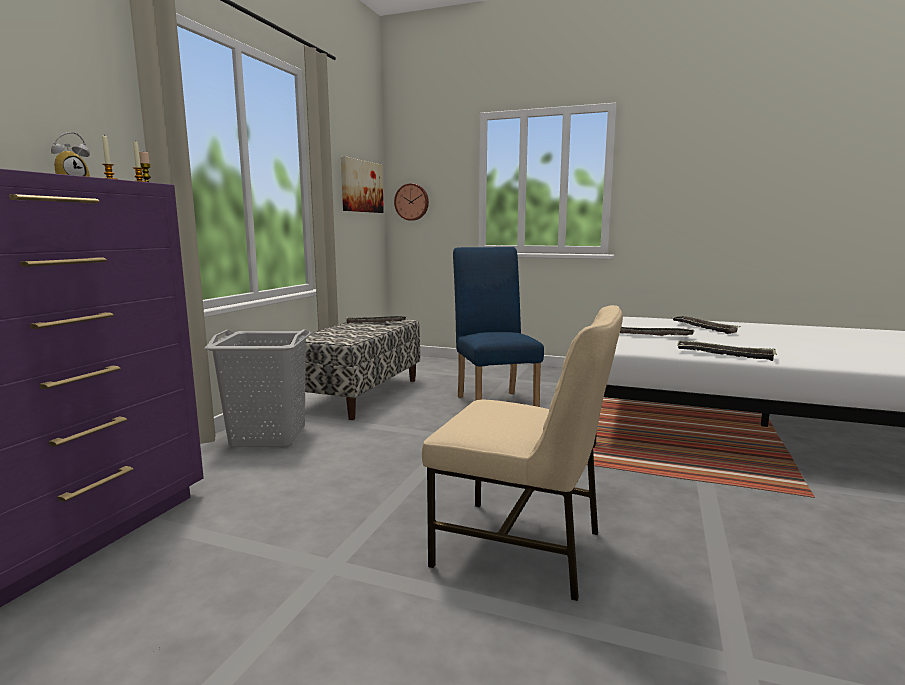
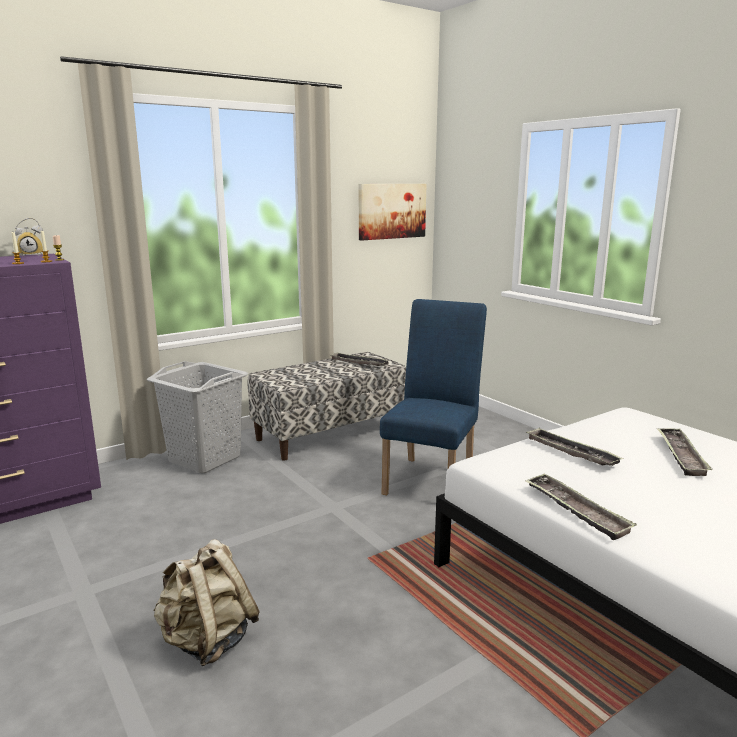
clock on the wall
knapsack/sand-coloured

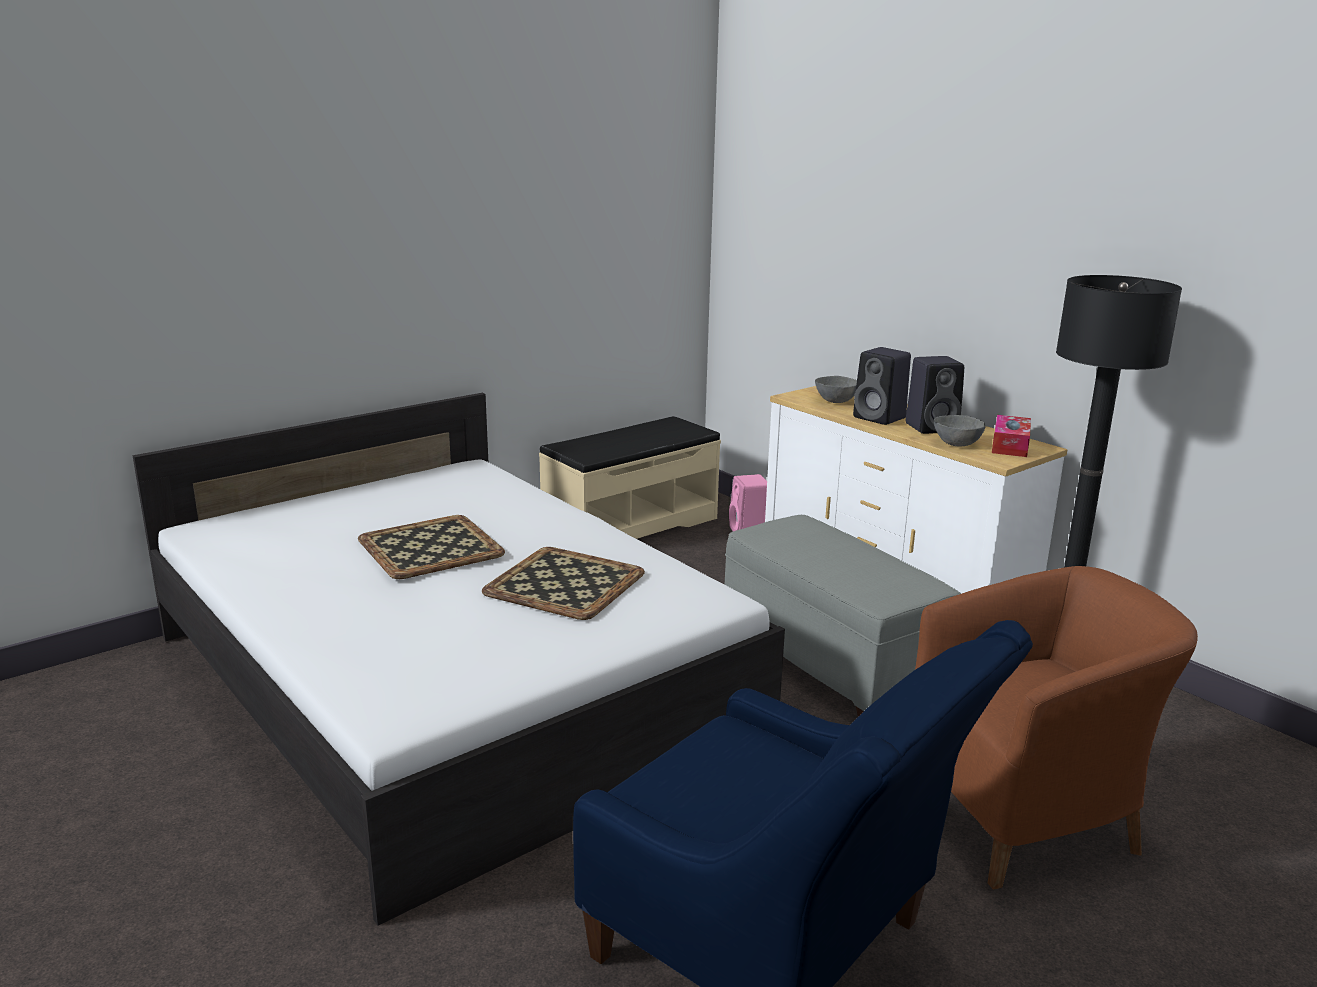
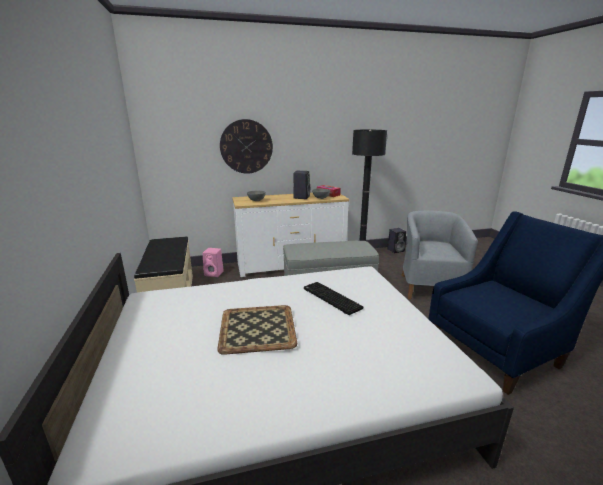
loudspeaker/black-coloured (2nd from left)
keyboard
lounge chair/greyish
clock on the wall

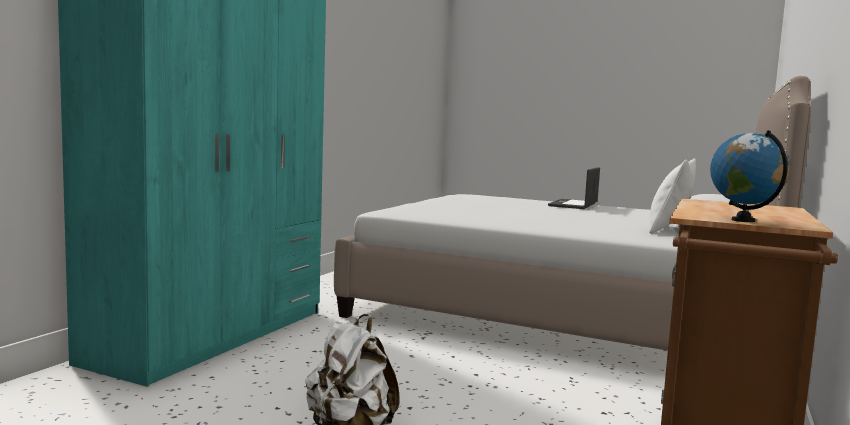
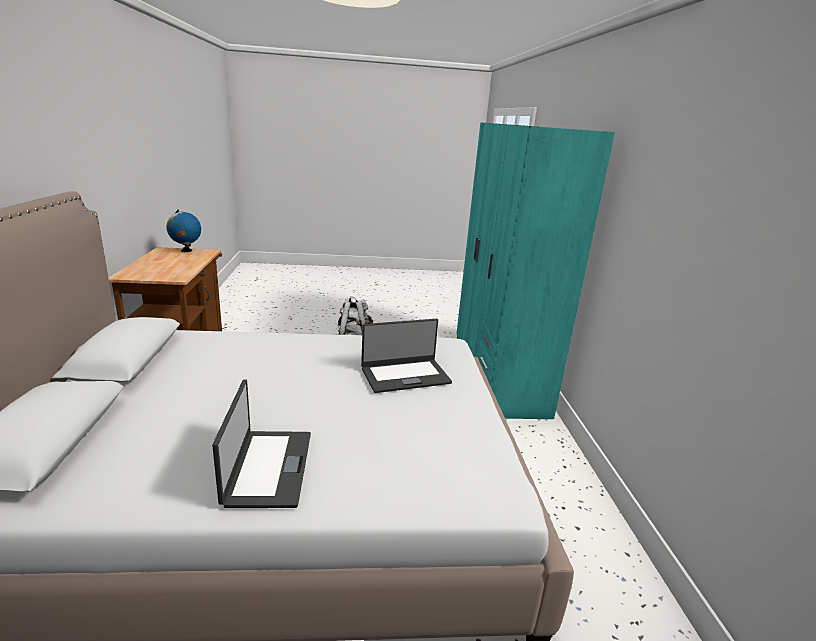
cushion/white
portable computer (2nd from left)

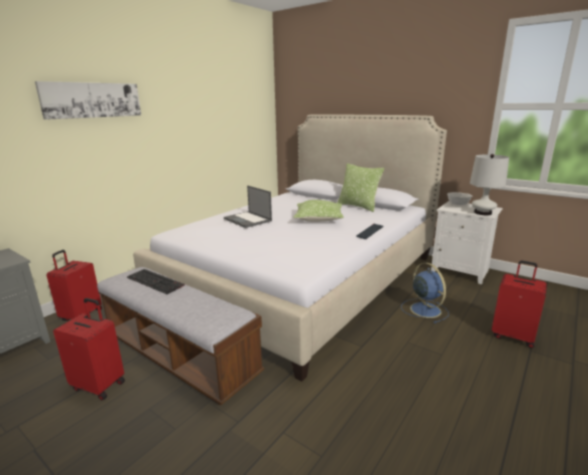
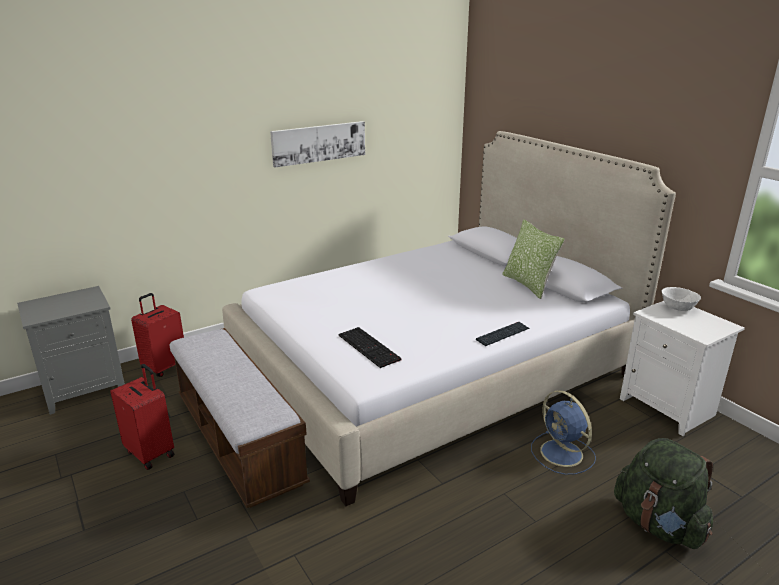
wall picture
lamp for a table/white
portable computer
cushion (1st from left in the first image)
knapsack/greenish
electric fan/blue
keyboard (1st from left)

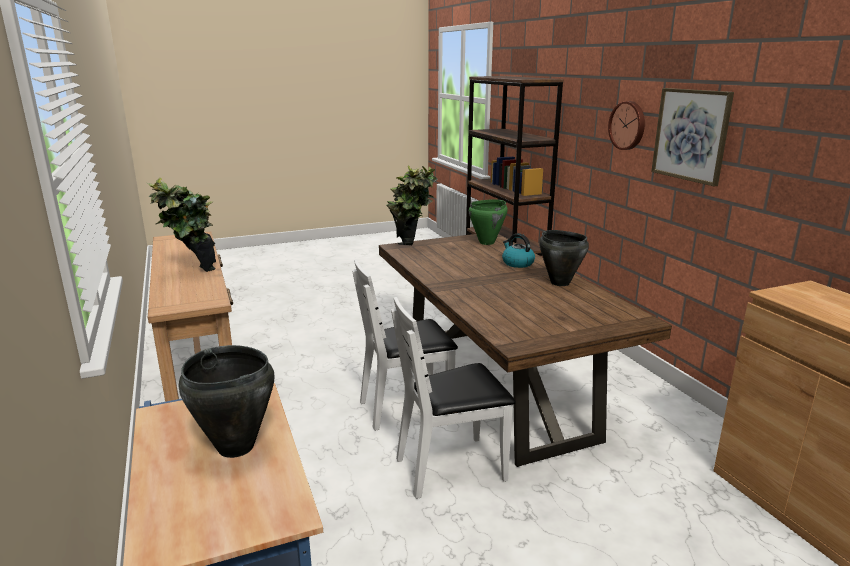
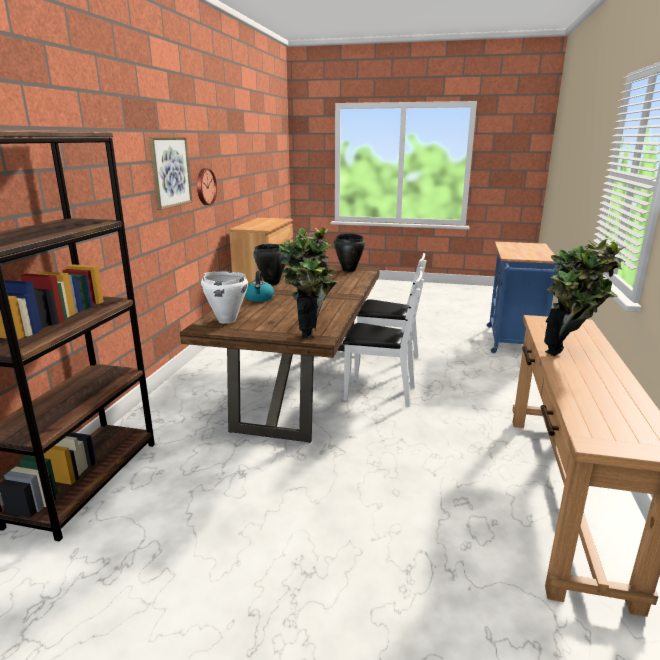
clock on the wall
saucepot/white
saucepot/black-coloured (2nd from left)

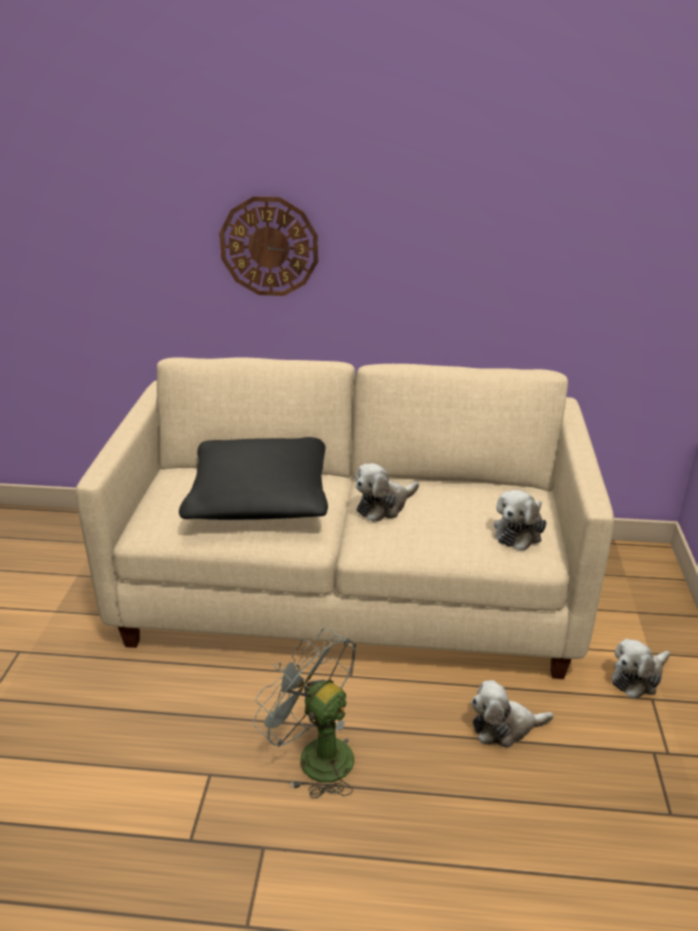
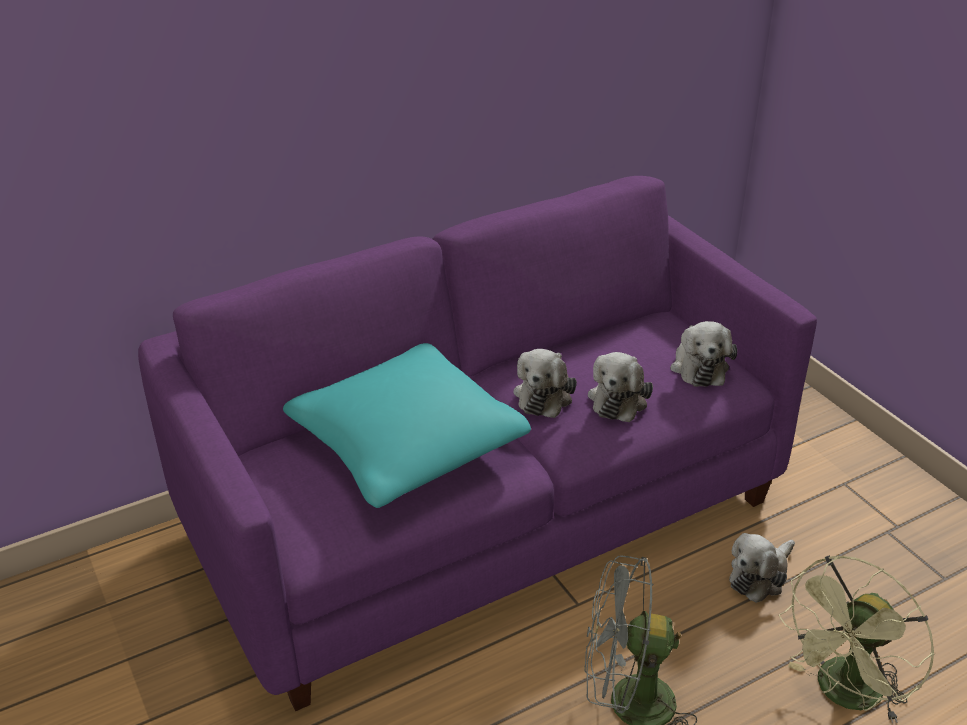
clock on the wall
couch/purple
cushion/turquoise-coloured
cuddly toy (2nd from left)
electric fan/greenish

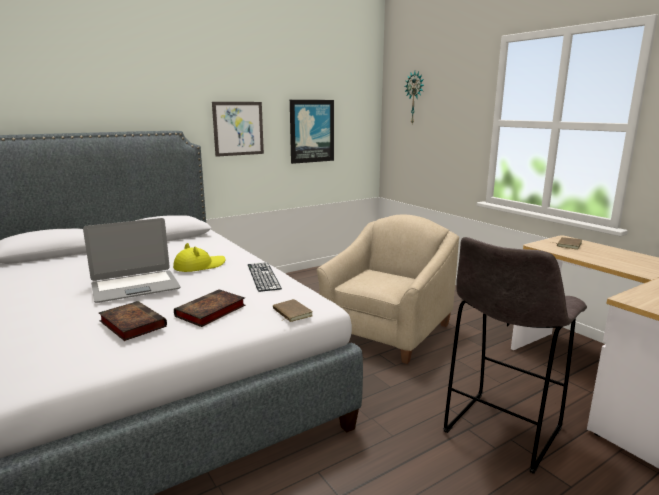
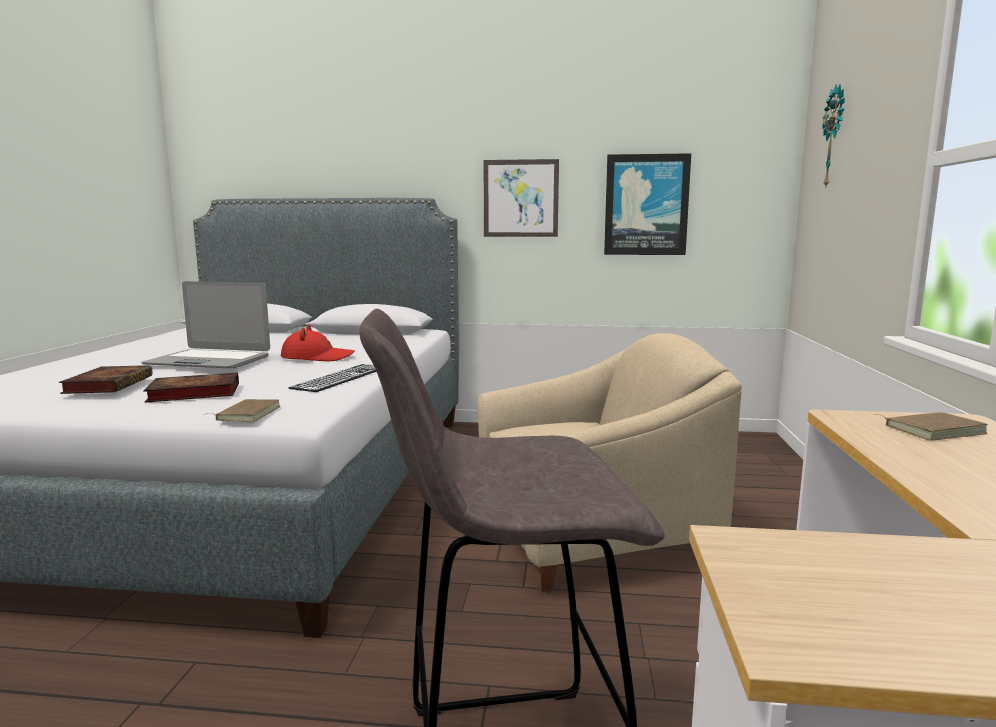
hat/reddish

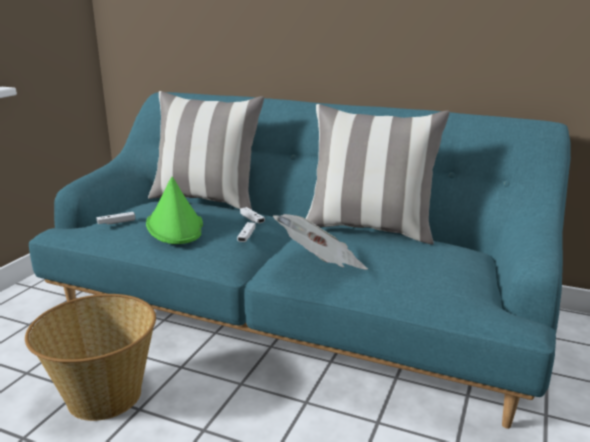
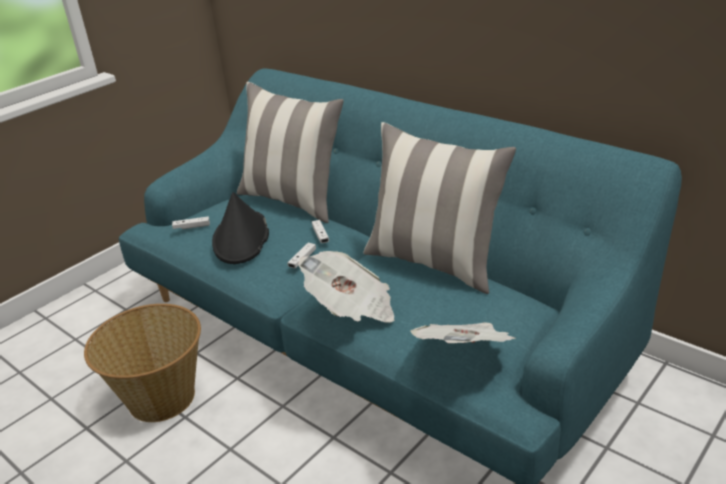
hat/black-coloured
daily paper (2nd from left)

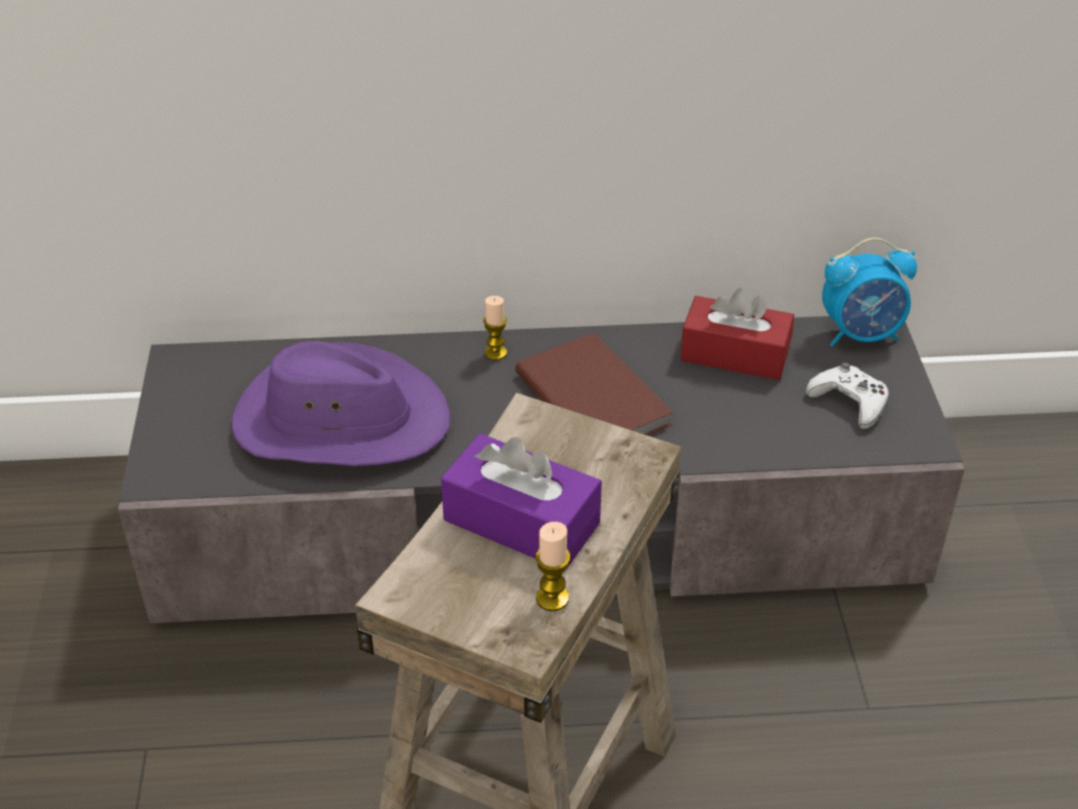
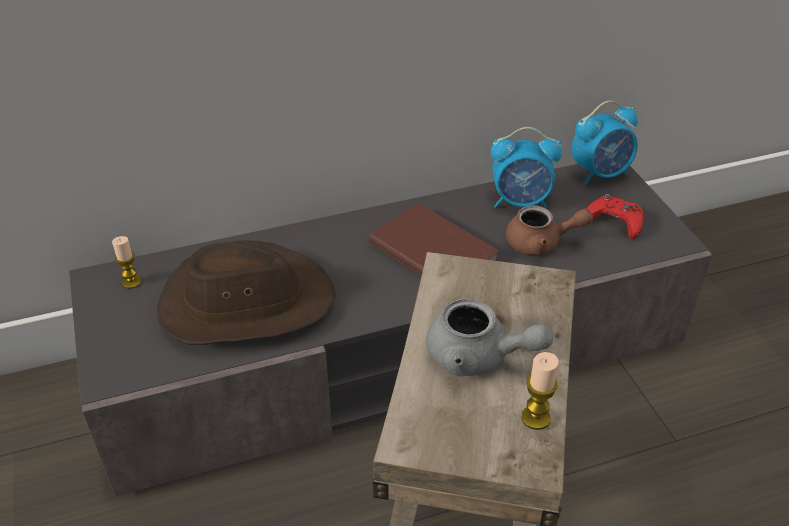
alarm clock (1st from left)
wax candle (1st from left)
hat/brown
gamepad/reddish
pot for tea/greyish
pot for tea/brown

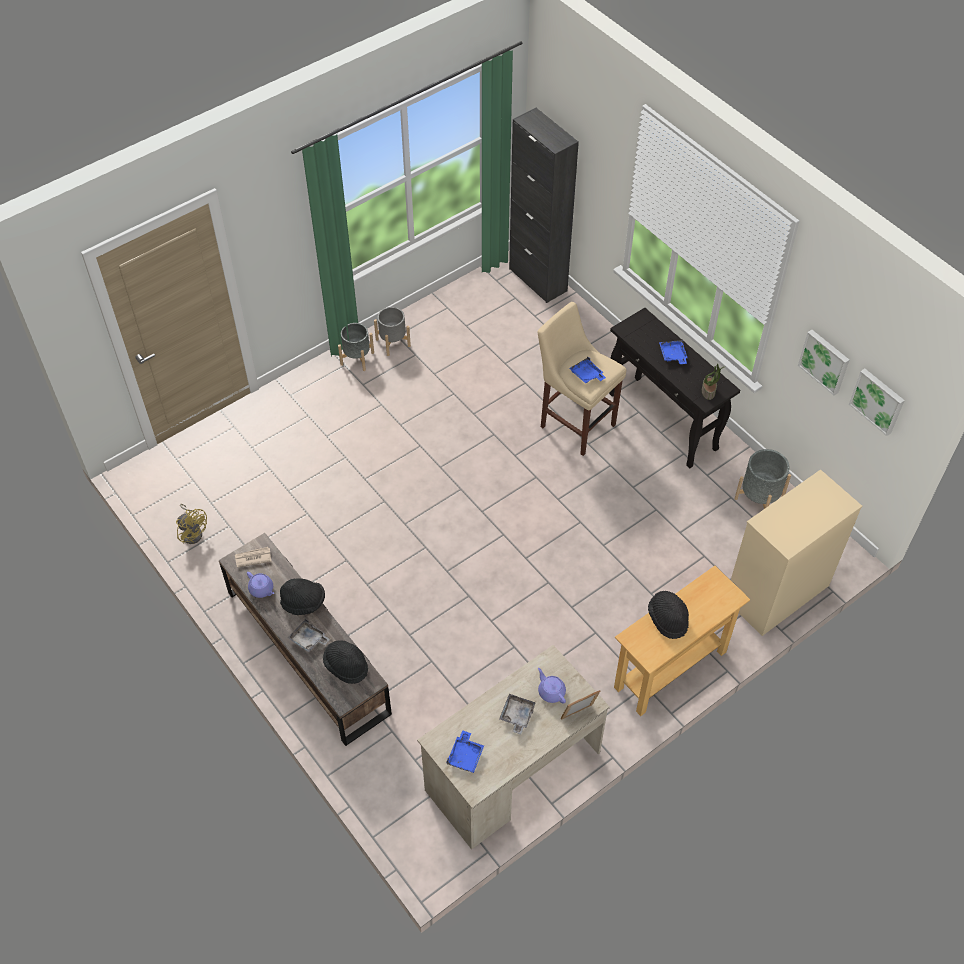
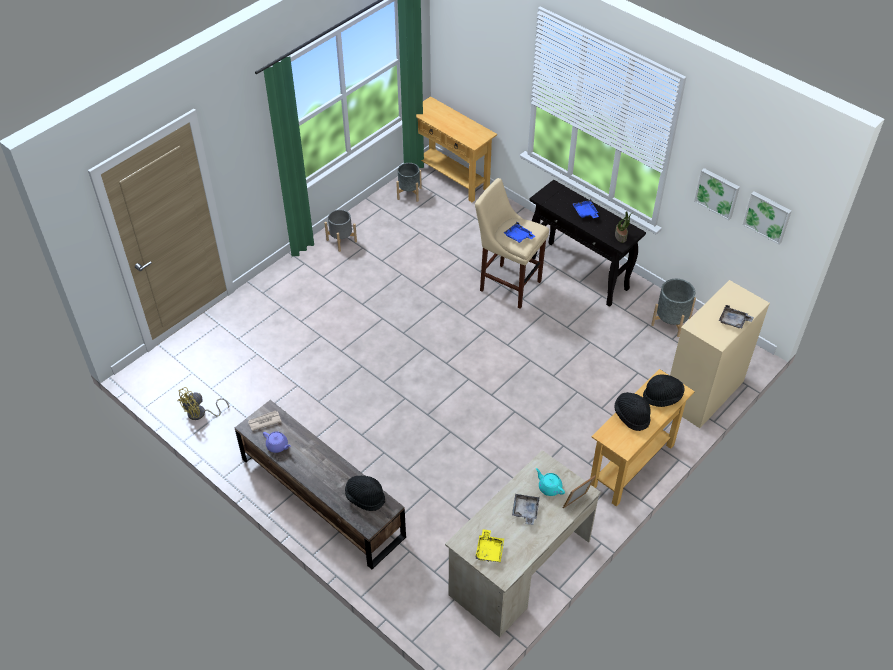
narrow table/sand-coloured (1st from left)
plant pot/greyish (2nd from left)
electric fan/yellow-coloured
hat/black-coloured (3rd from left)
tray/greyish (2nd from left)
pot for tea/turquoise-coloured
tray/yellow-coloured

